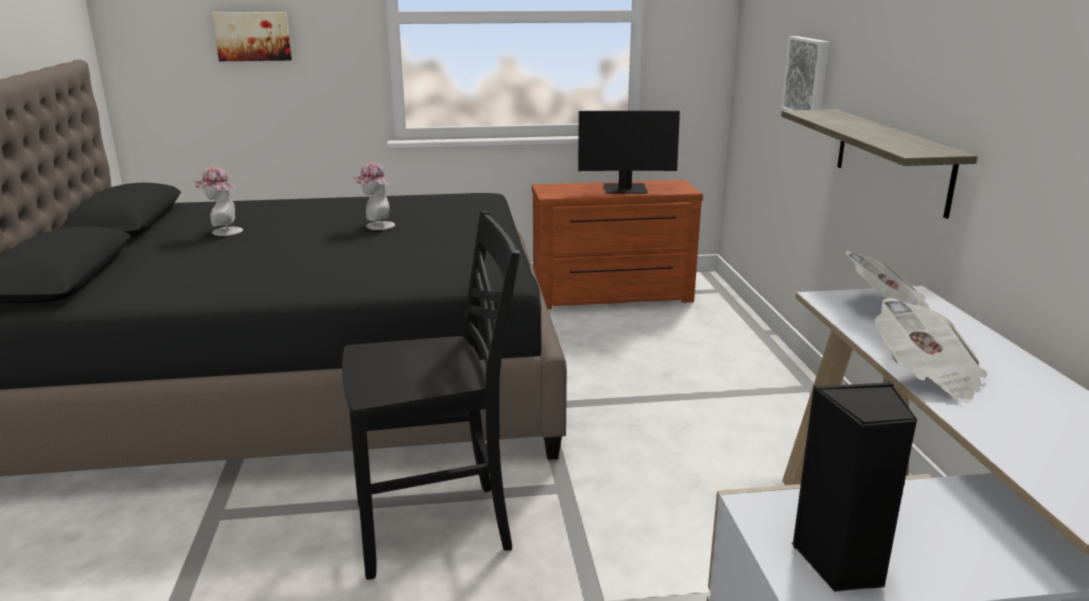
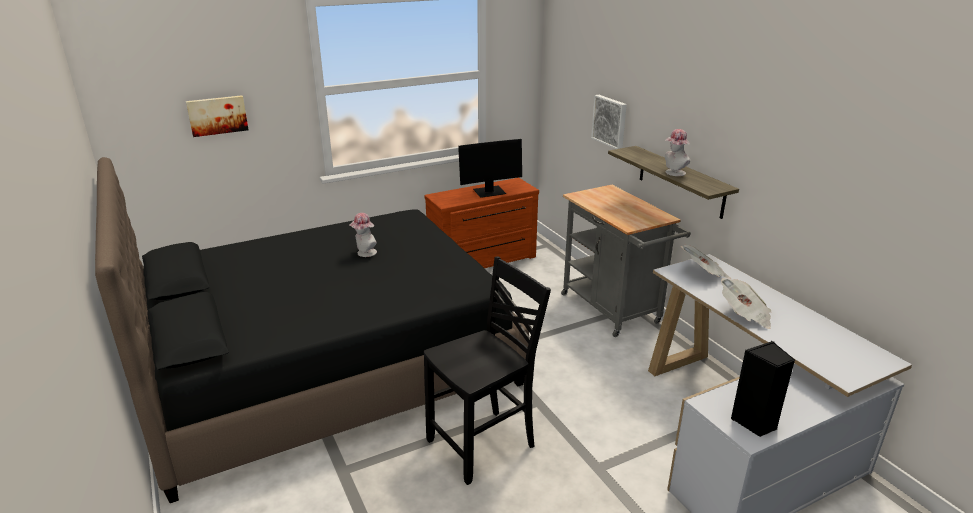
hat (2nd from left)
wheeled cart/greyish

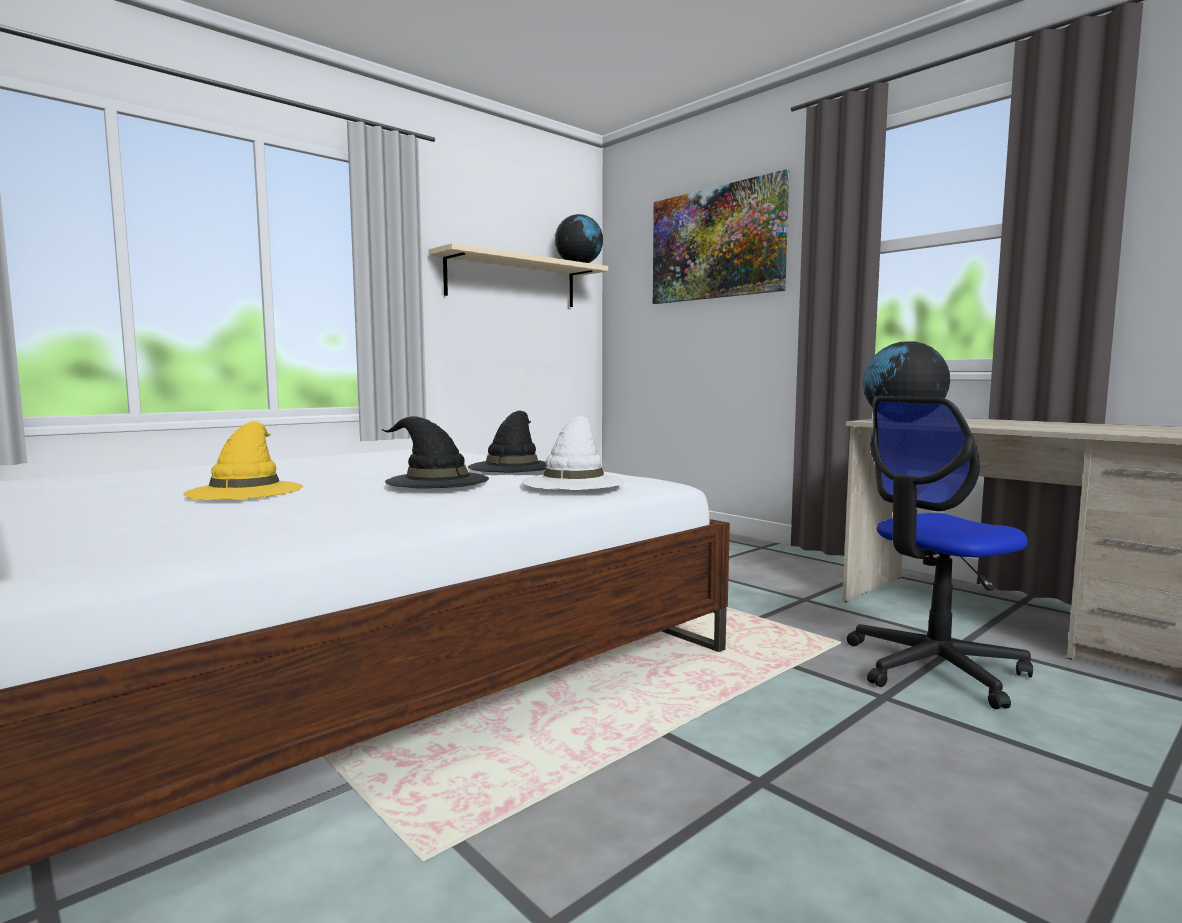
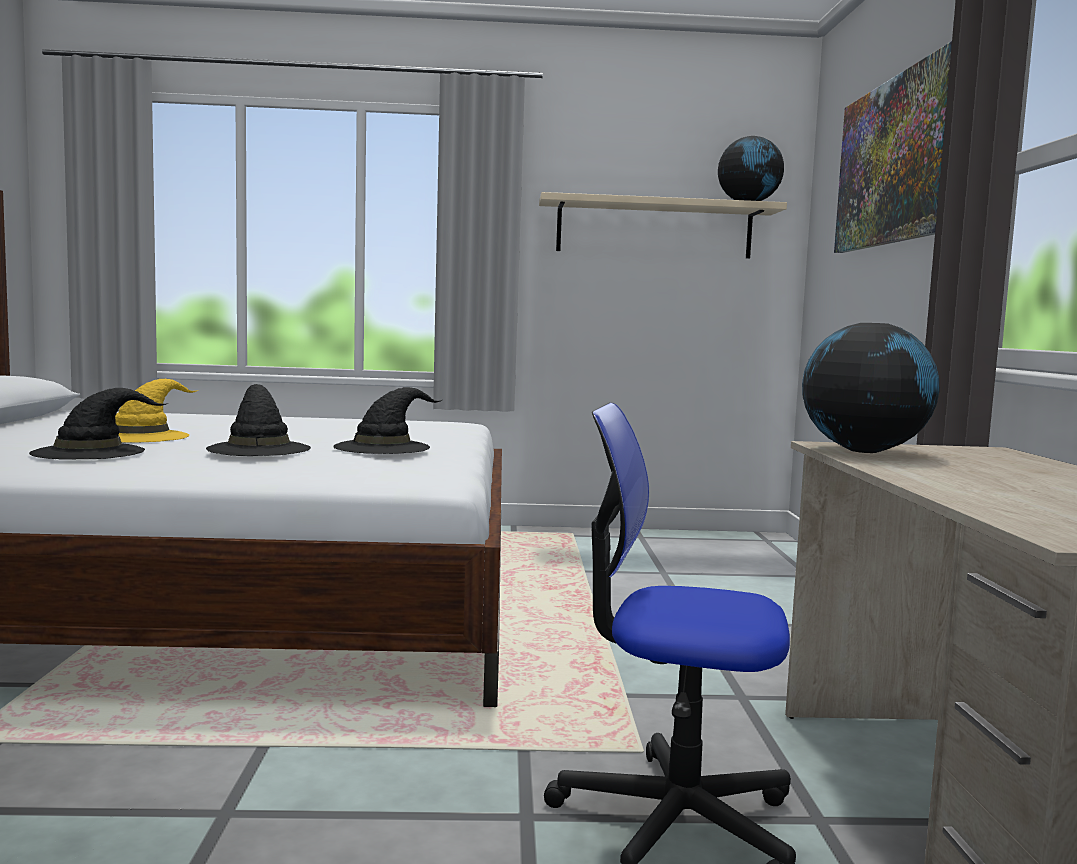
hat/white
hat/black-coloured (1st from left)

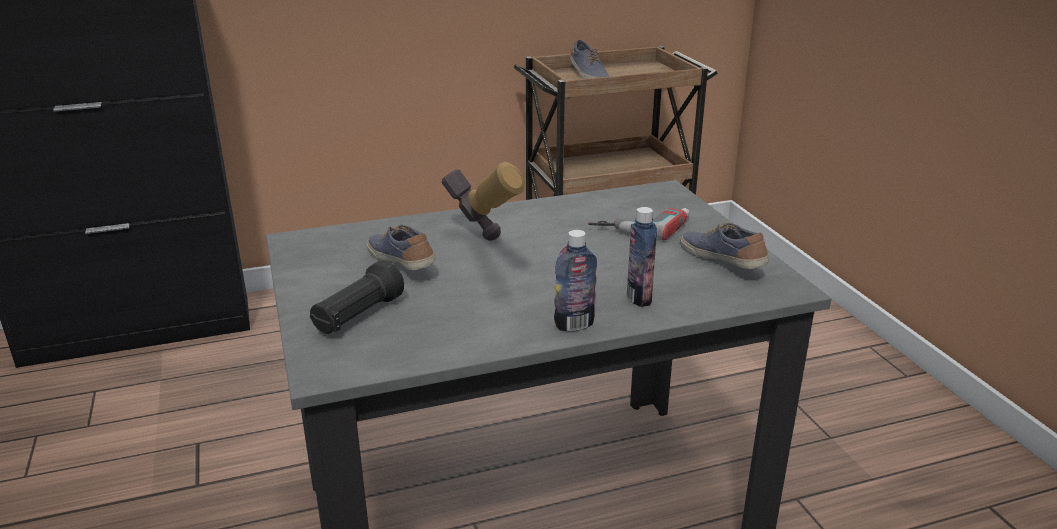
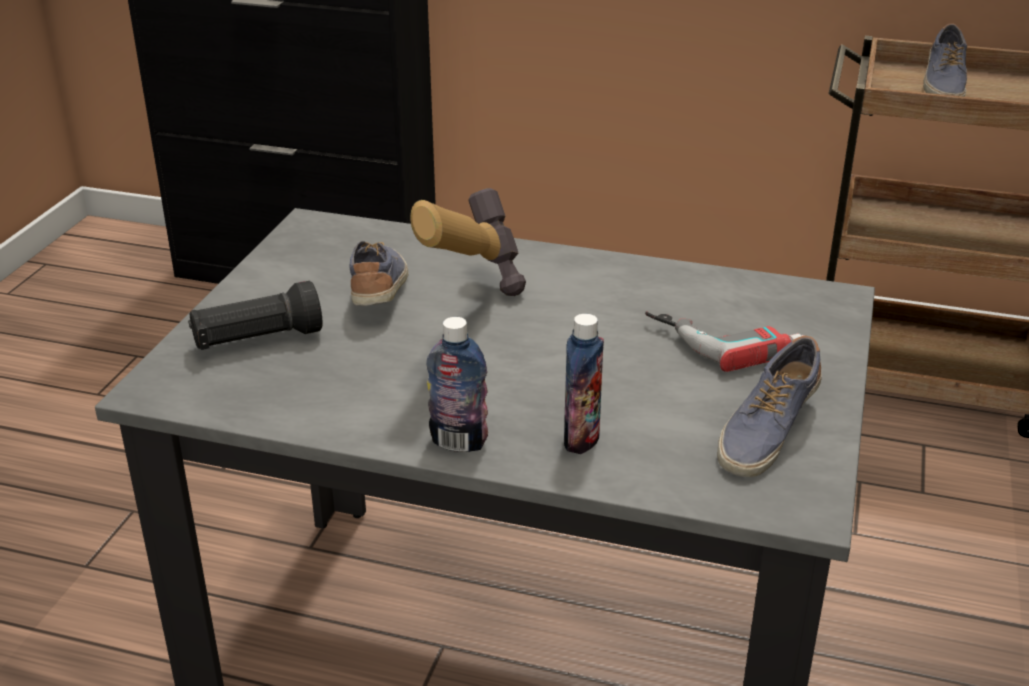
shoe (2nd from left)

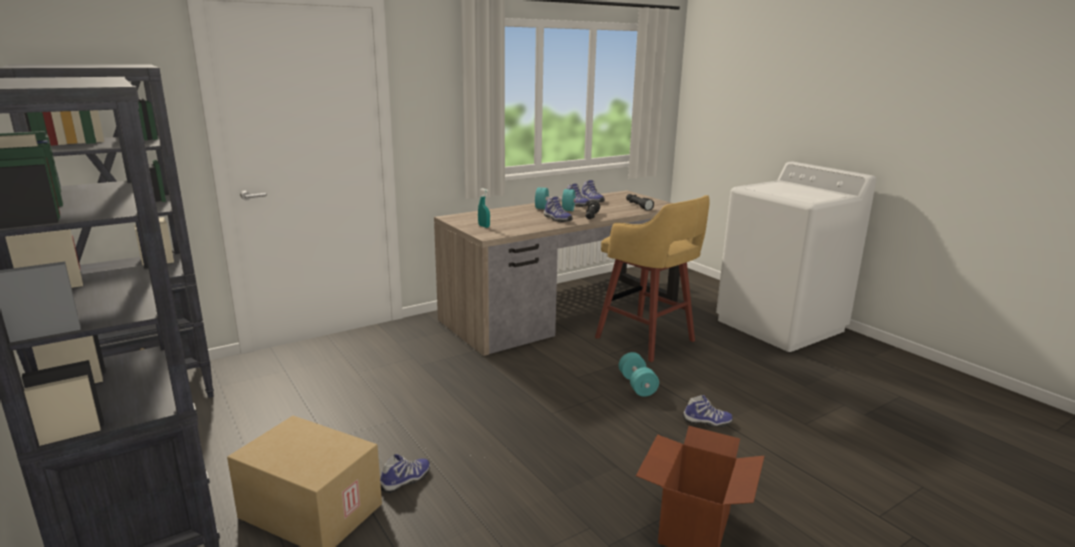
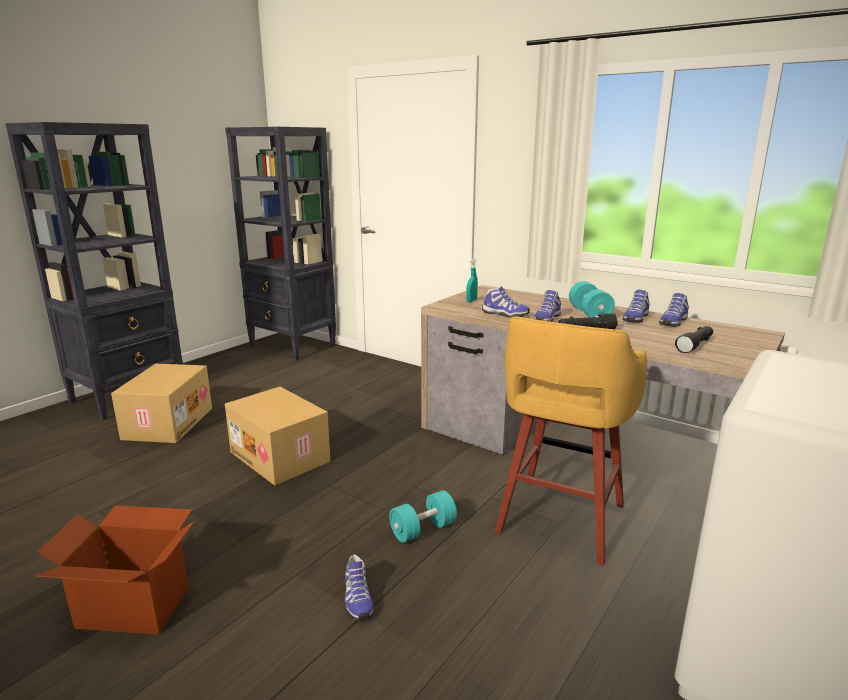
shoe (2nd from left)
carton (3rd from left)

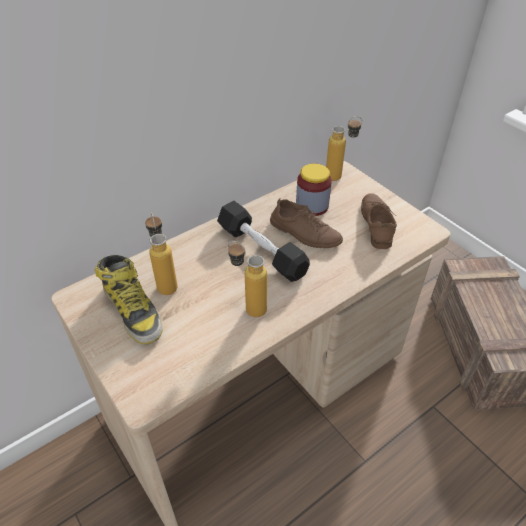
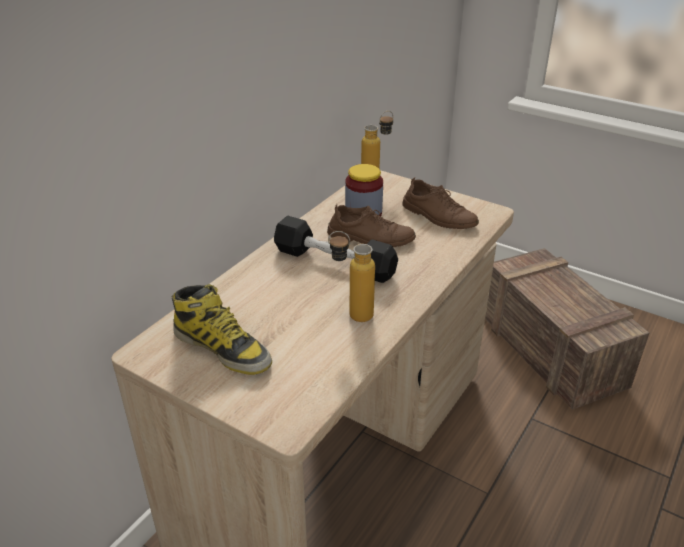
shoe/brown (2nd from left)
beverage bottle (1st from left in the first image)

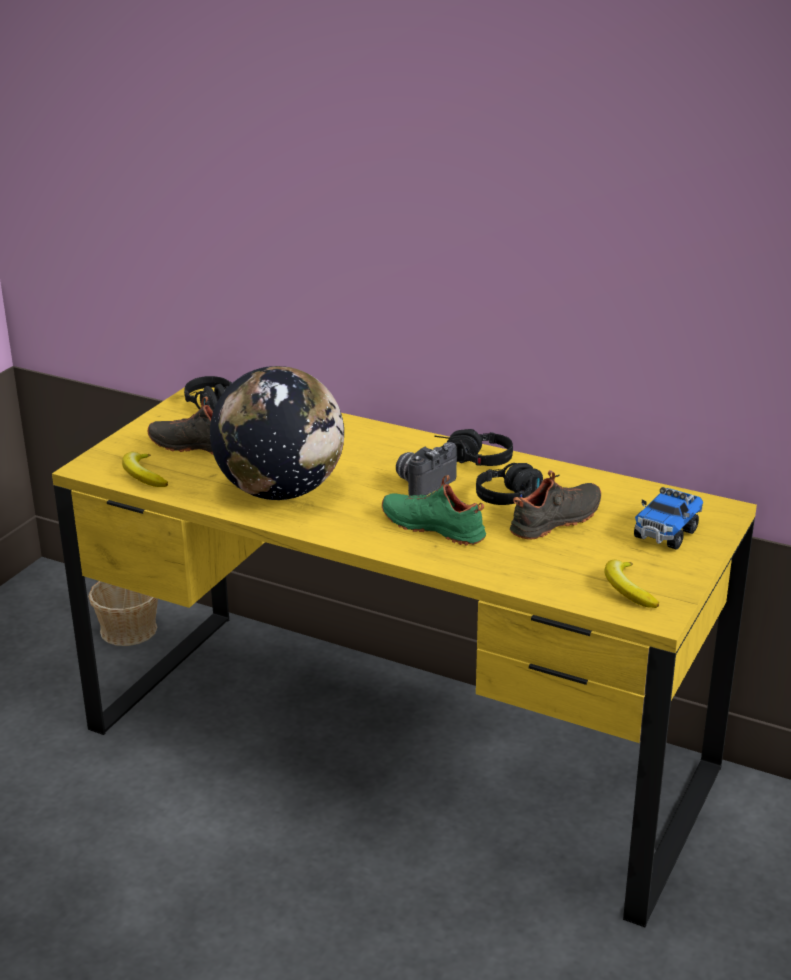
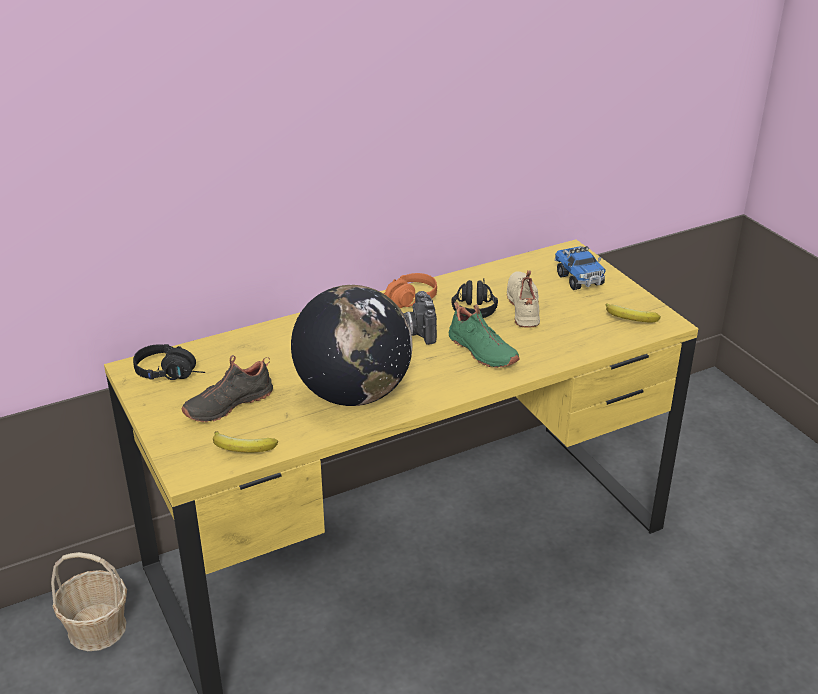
pair of headphones/orange
shoe/sand-coloured
shoe/greenish

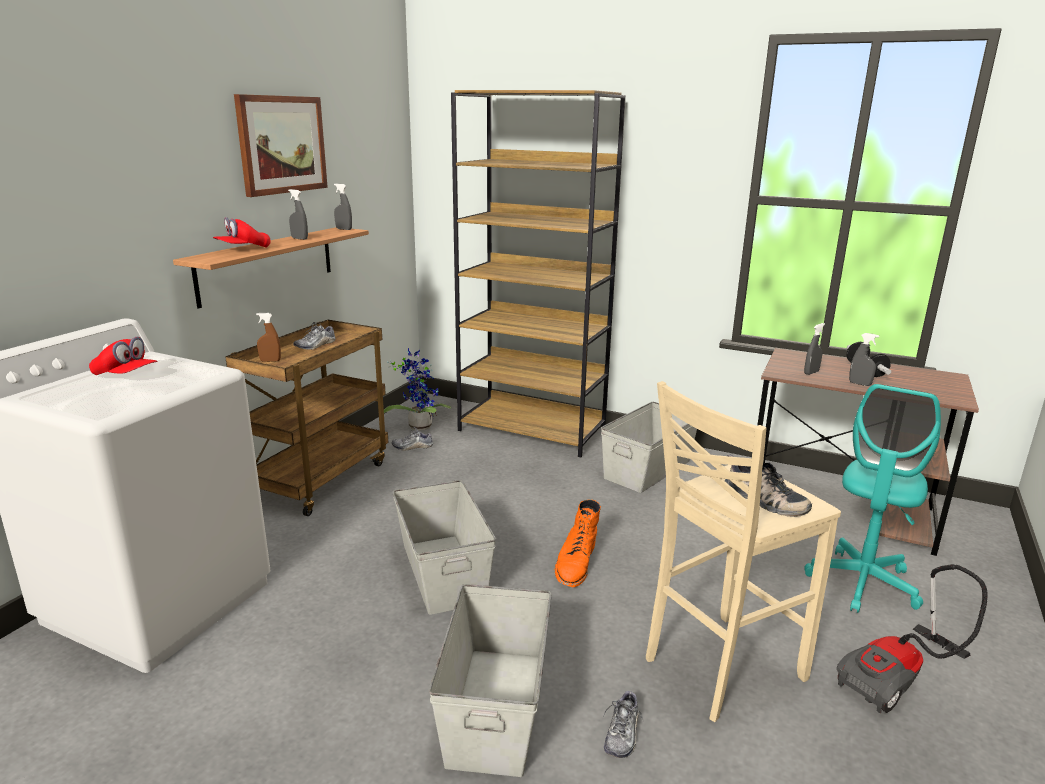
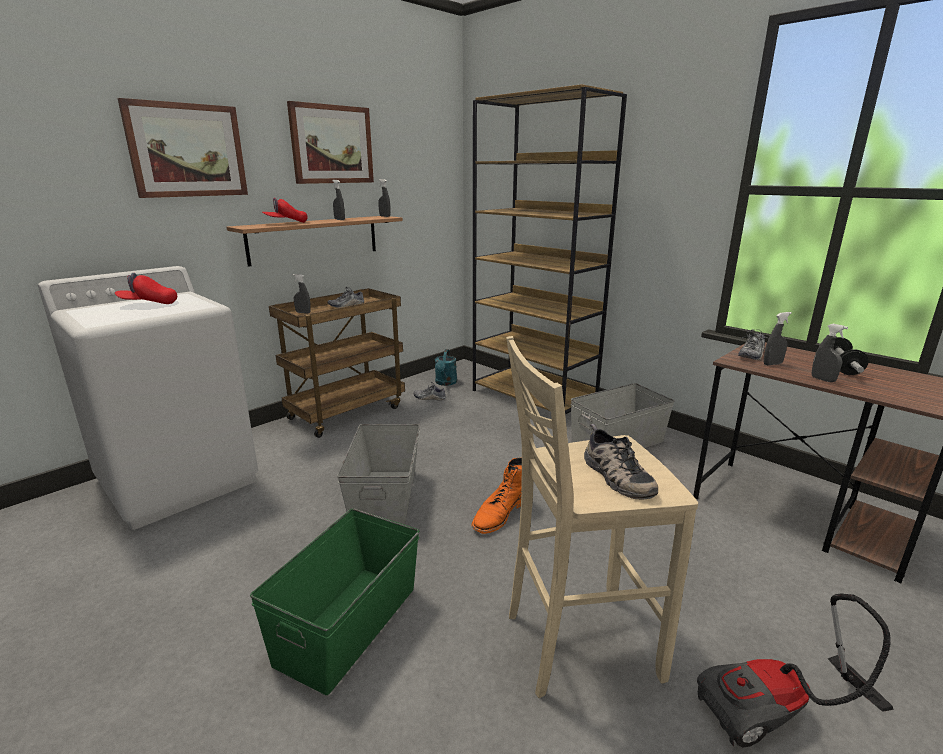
spray bottle/greyish (1st from left)
cap/reddish (1st from left)
watering pot/turquoise-coloured
desk chair/turquoise-coloured
storage container/greenish
shoe (4th from left)
wall picture (1st from left)

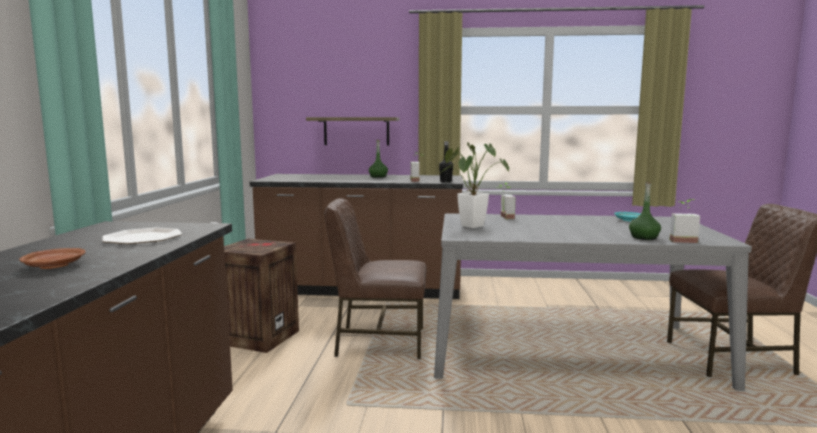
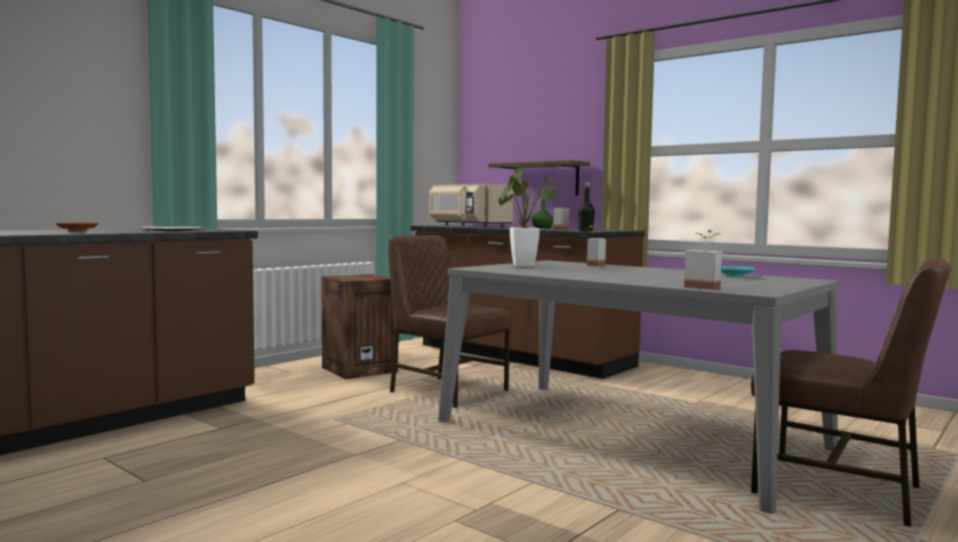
beverage bottle/greenish (2nd from left in the first image)
microwave/sand-coloured

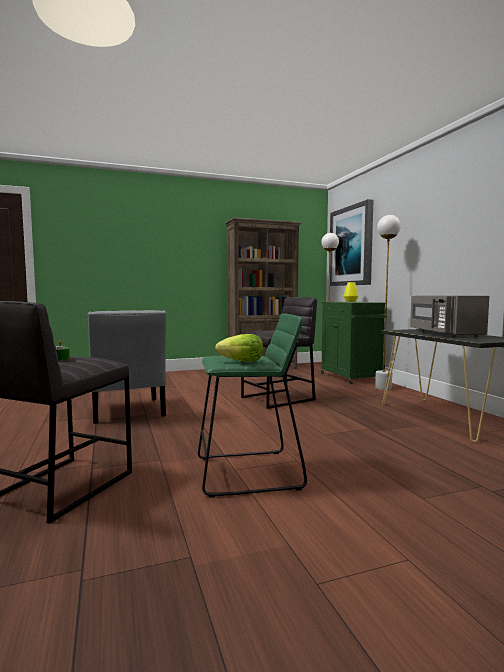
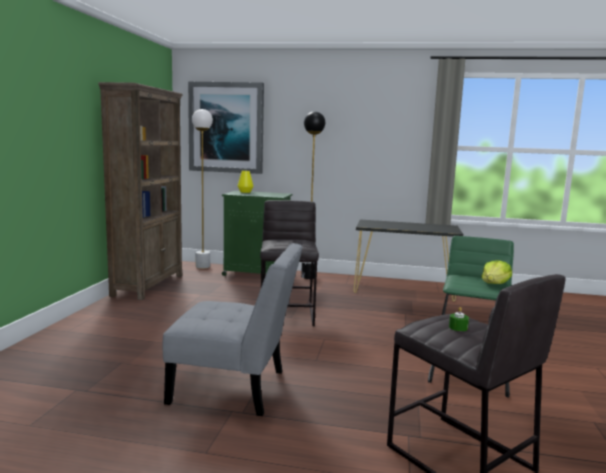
standard lamp/black-coloured
microwave/greyish

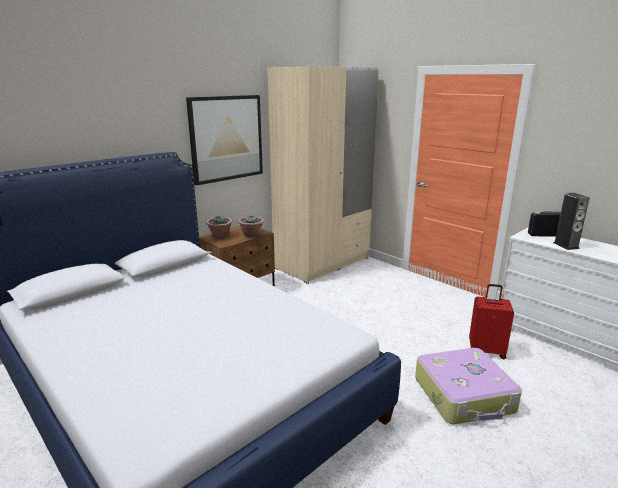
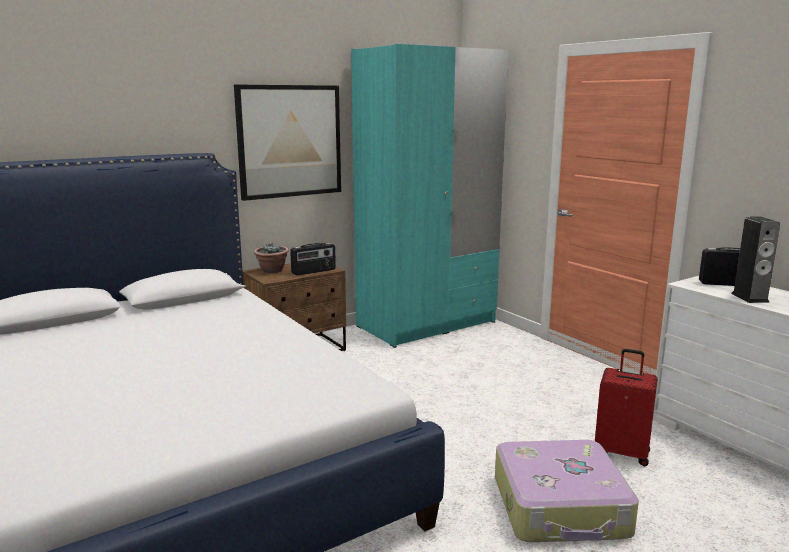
clothes cupboard/turquoise-coloured
radio (1st from left)

